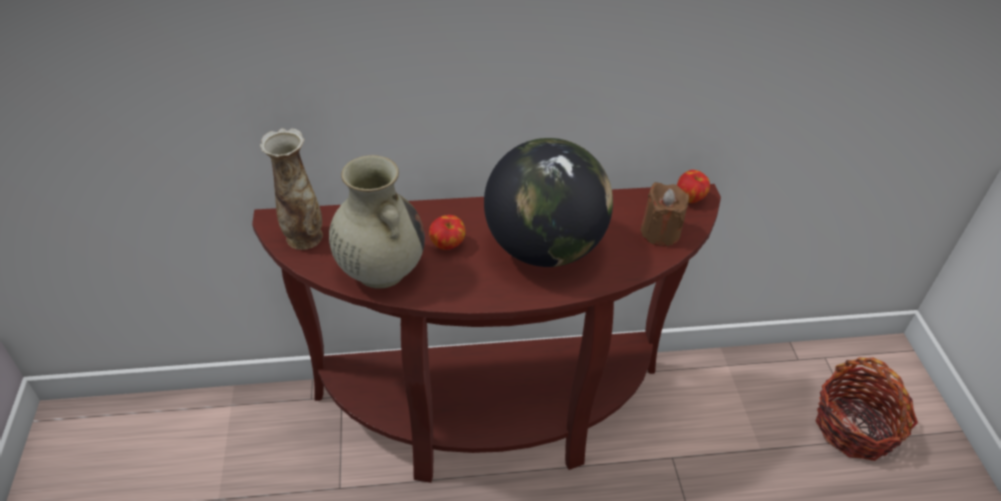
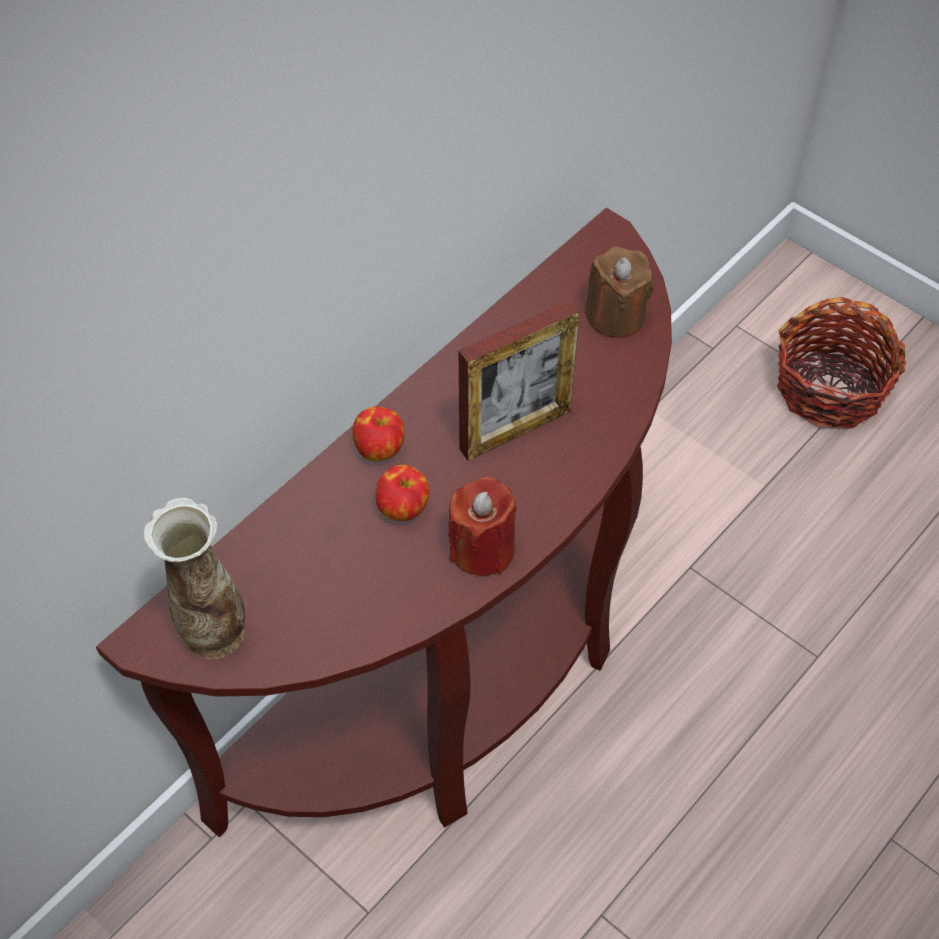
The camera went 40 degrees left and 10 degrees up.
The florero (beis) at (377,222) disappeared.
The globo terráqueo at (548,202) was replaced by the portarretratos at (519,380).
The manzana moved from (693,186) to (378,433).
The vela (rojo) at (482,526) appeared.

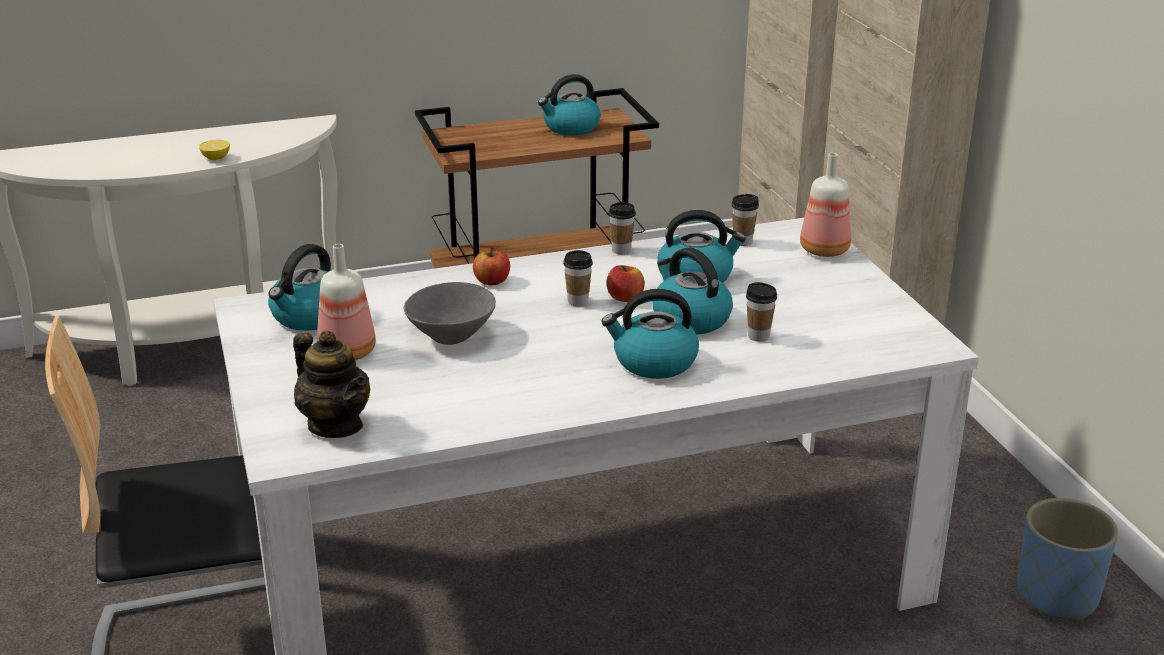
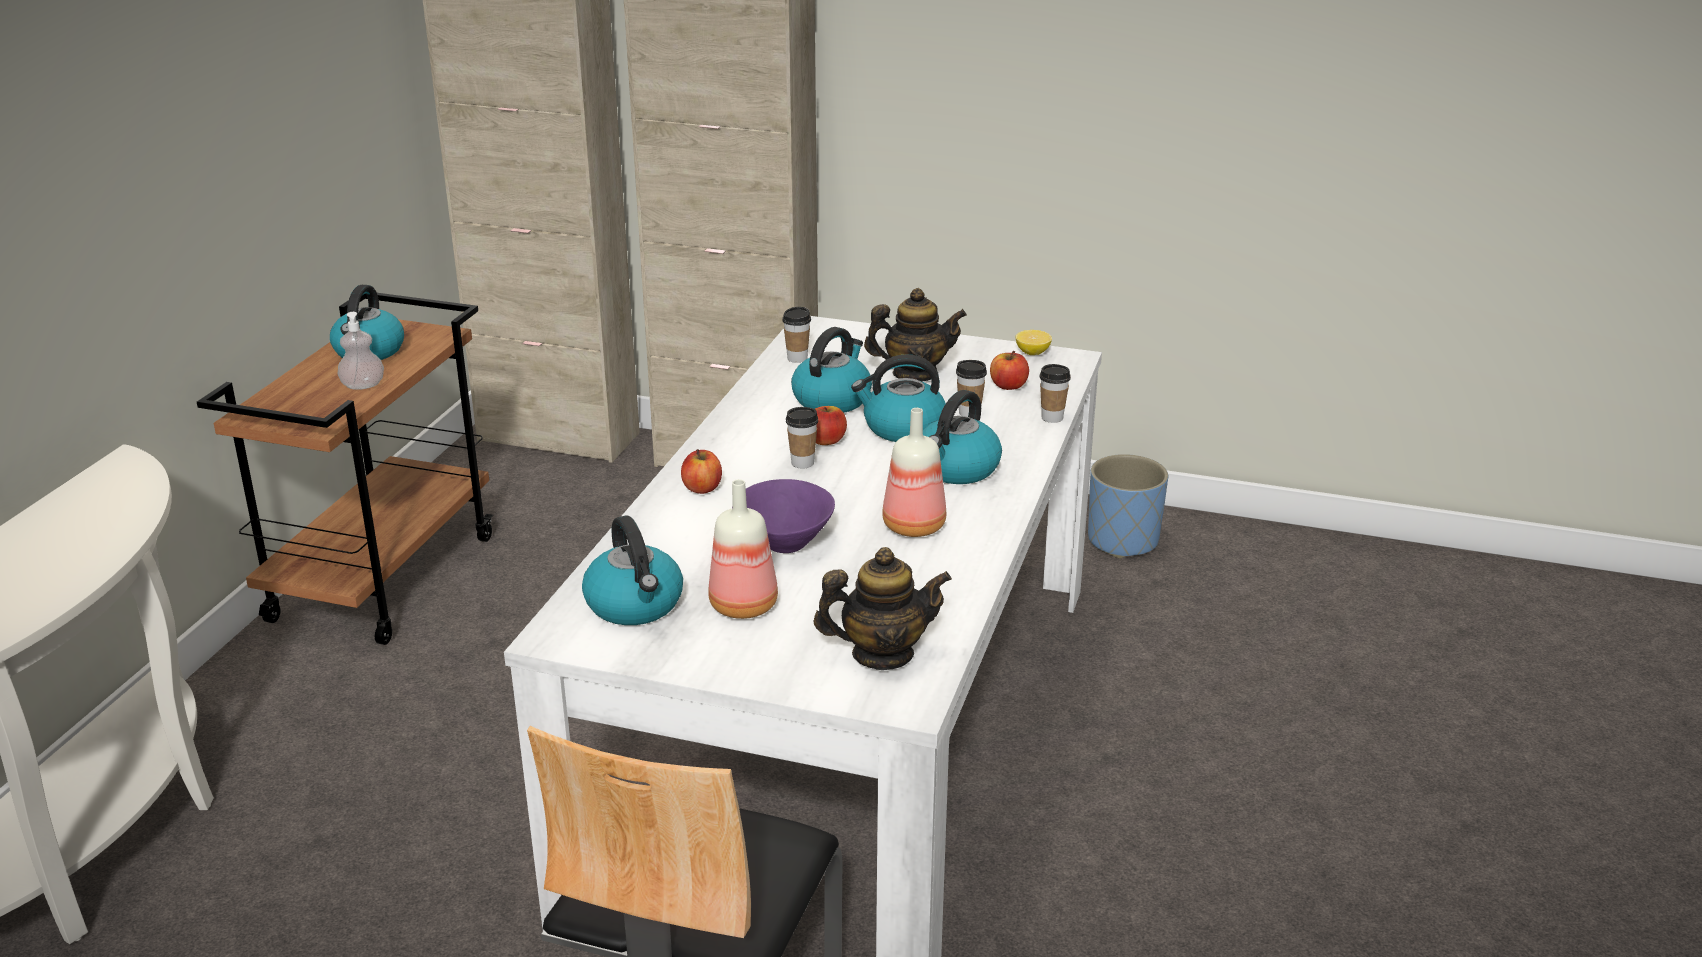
The camera went 55 degrees left and 0 degrees up.
The limón moved from (214,150) to (1034,342).
The cuenco (gris) at (449,313) became the cuenco (morado) at (783,516).
The taza moved from (622,228) to (1055,393).
The botella moved from (825,205) to (914,472).
The dispensador de jabón at (361,351) appeared.
The tetera at (915,335) appeared.
The manzana at (1009,370) appeared.

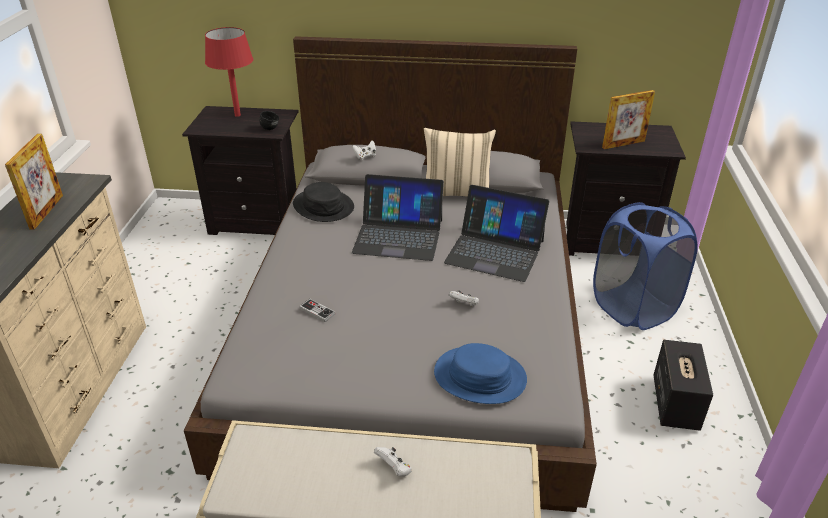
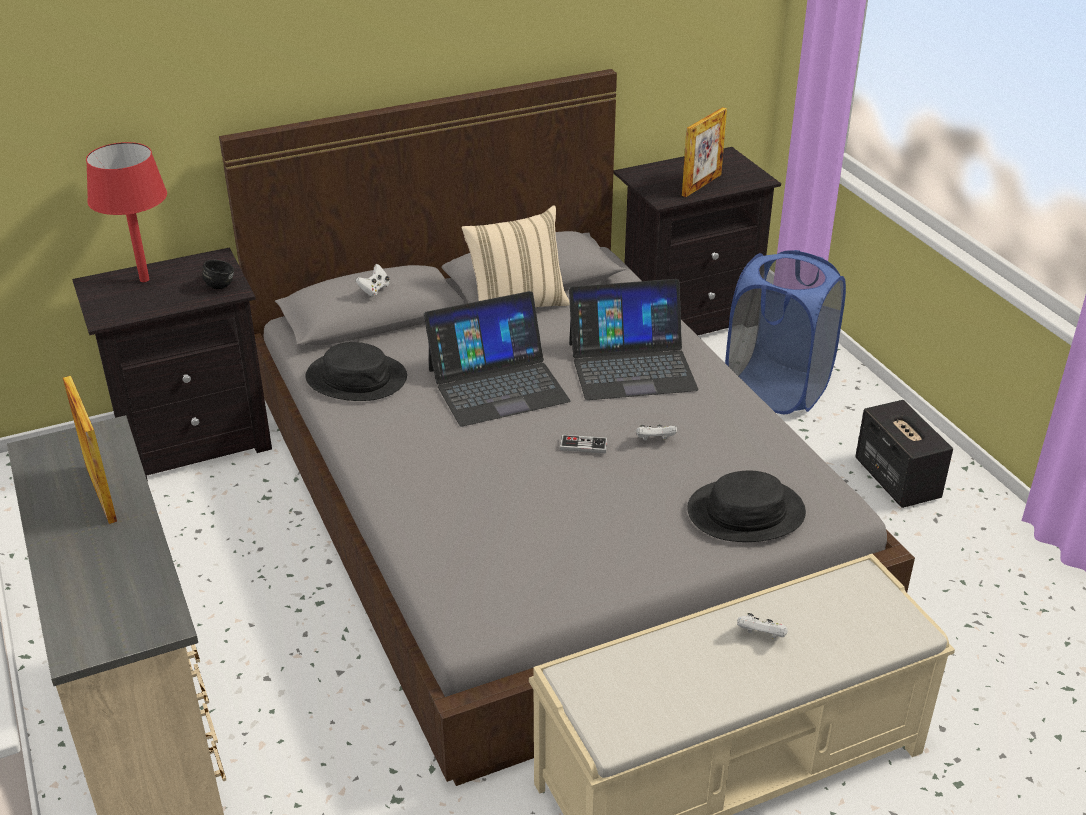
The camera went 30 degrees left and 0 degrees up.
The mando de consola moved from (317,310) to (583,444).
The sombrero (azul) at (480,373) became the sombrero (negro) at (746,506).

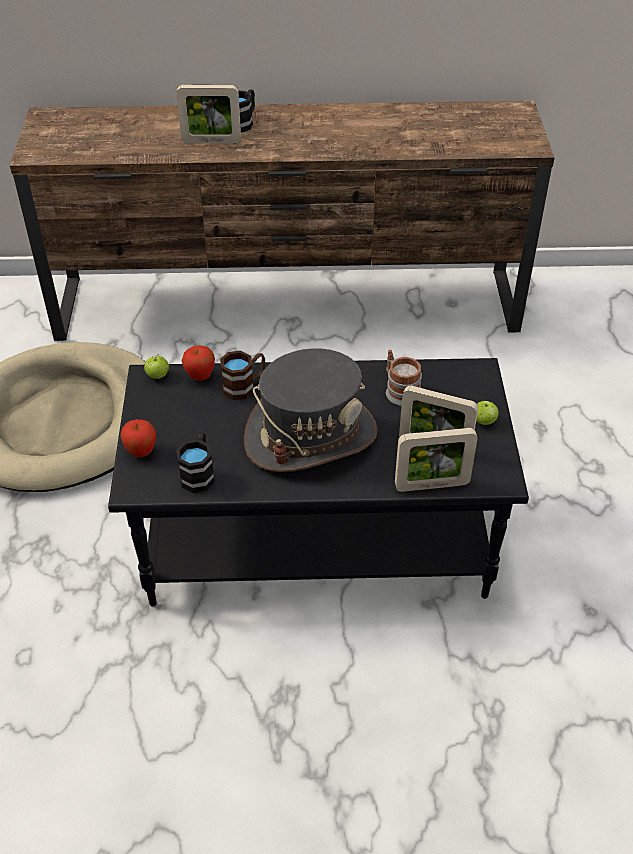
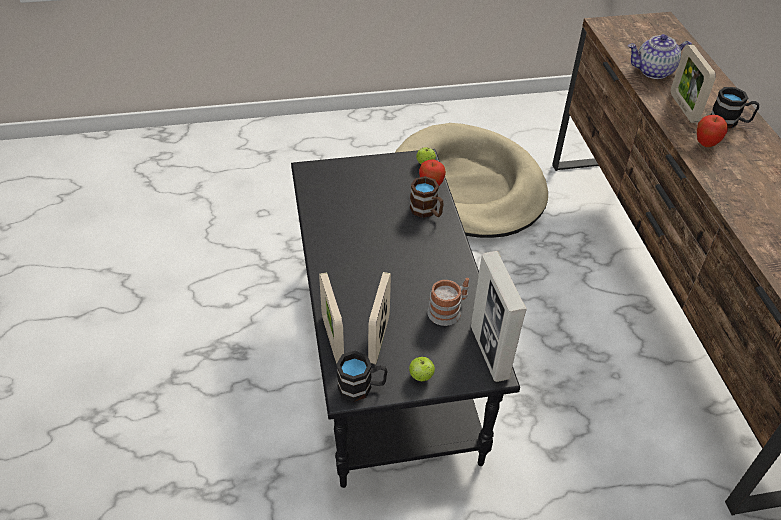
The camera went 80 degrees right and 0 degrees up.
The manzana moved from (138,438) to (712,131).
The taza grande (negro) moved from (195,462) to (362,376).
The sombrero (gris) at (311,410) disappeared.
The portarretratos at (499,316) appeared.
The tetera at (660,56) appeared.

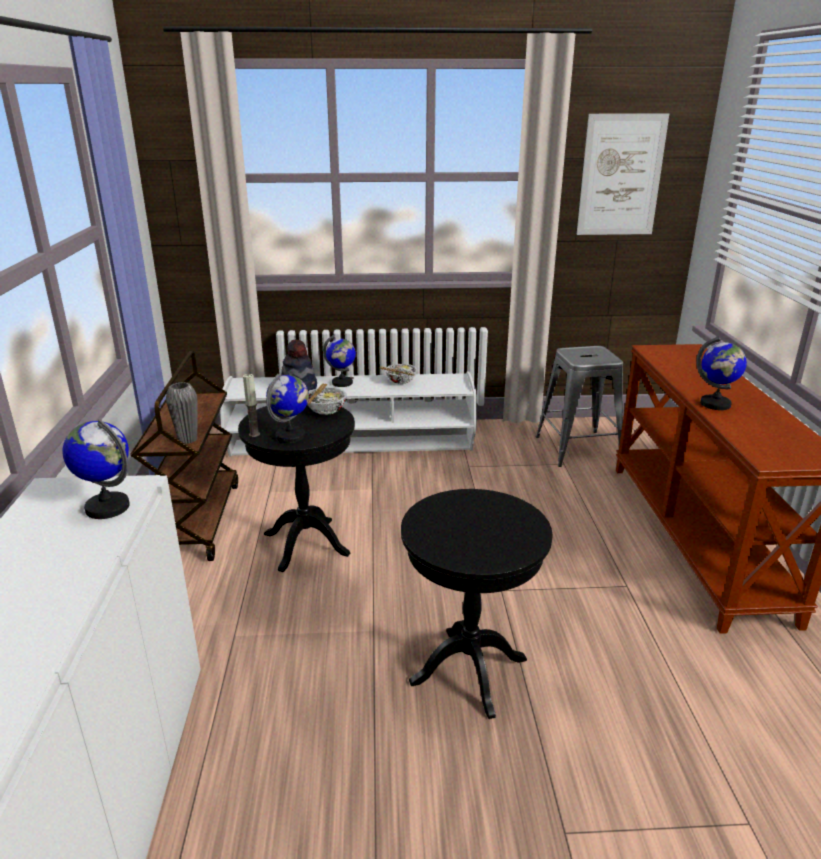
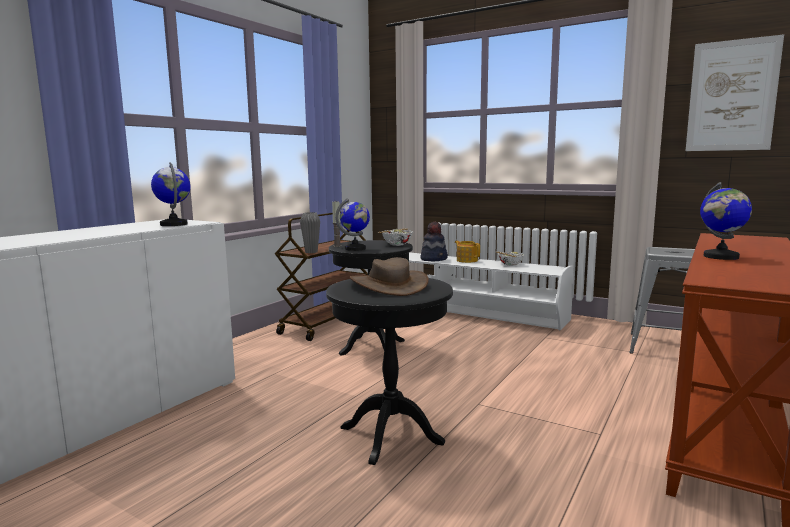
The camera went 35 degrees right and 15 degrees down.
The globo terráqueo at (339,361) was replaced by the tetera at (467,252).
The sombrero (marrón) at (389,276) appeared.

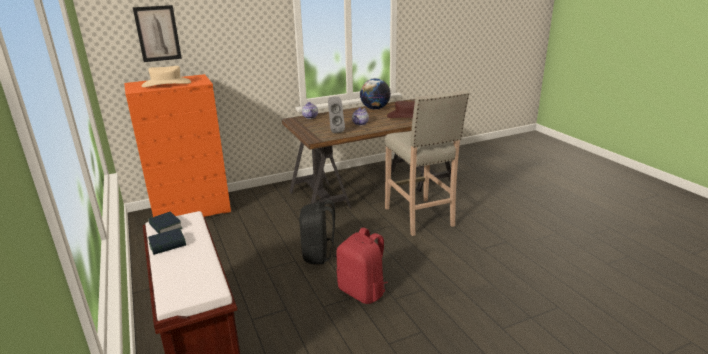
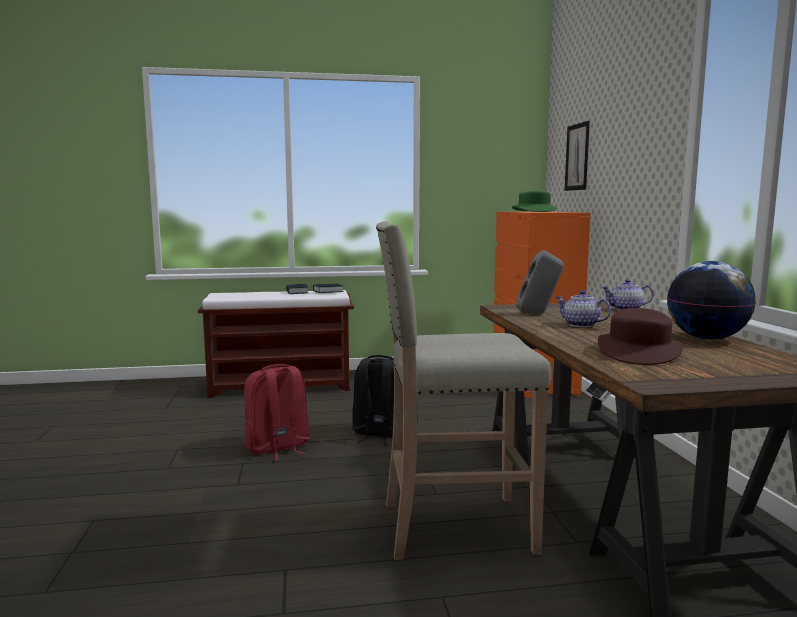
The camera went 105 degrees right and 15 degrees down.
The sombrero (beis) at (166,76) became the sombrero (verde) at (534,201).

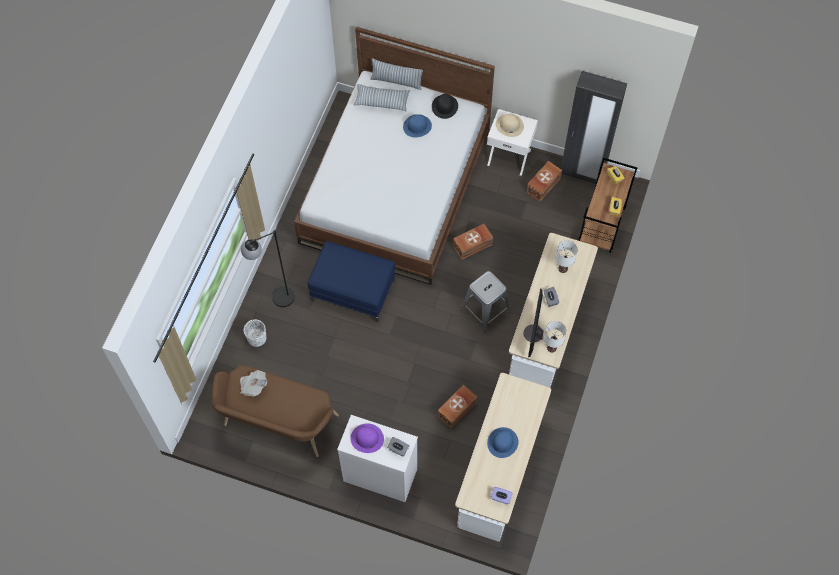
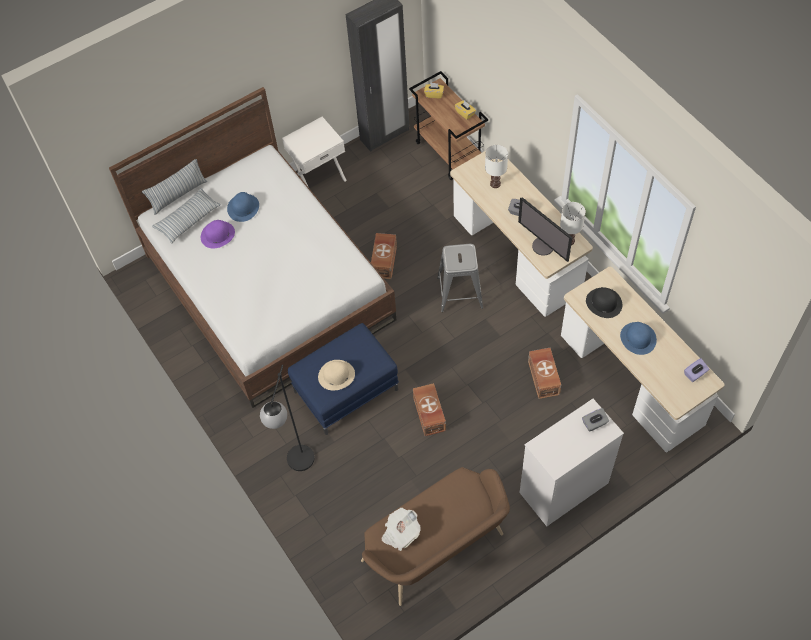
The camera went 50 degrees left and 5 degrees down.
The maceta (blanco) at (255,333) disappeared.
The sombrero (morado) moved from (367,438) to (218,234).
The sombrero (negro) moved from (445,106) to (604,302).
The sombrero (beis) moved from (510,125) to (336,375).
The caja de almacenaje (marrón) moved from (544,181) to (429,409).

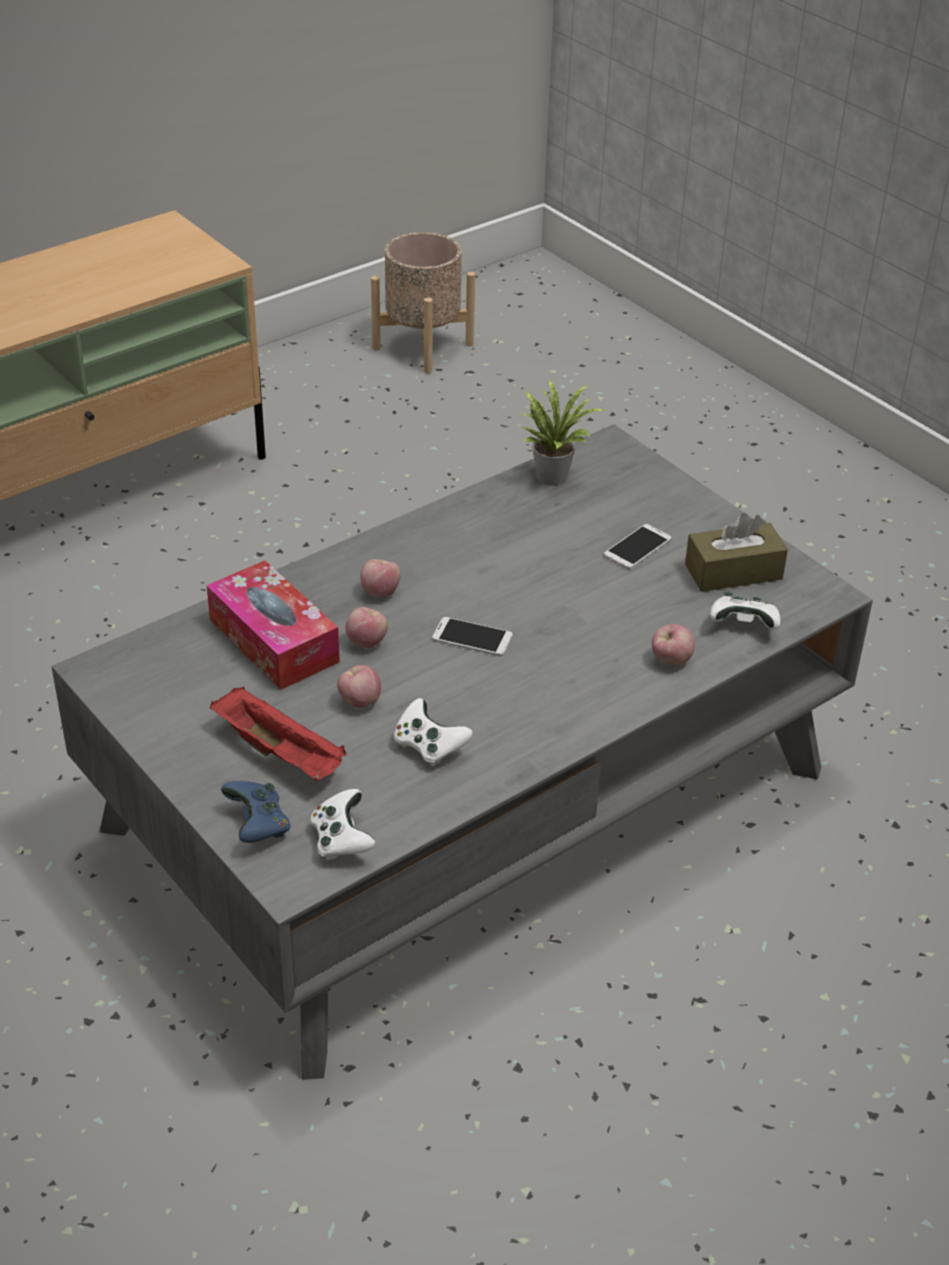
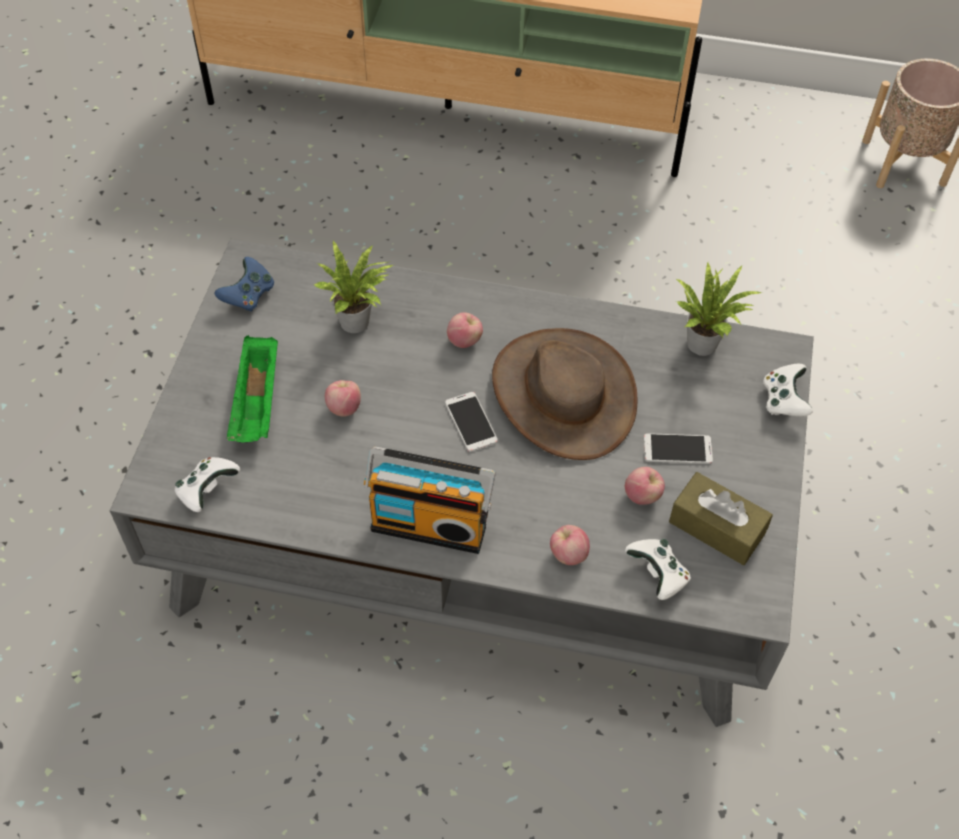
The camera went 50 degrees right and 15 degrees up.
The caja de pañuelos at (273,625) was replaced by the planta en maceta at (353,287).
The bandeja (rojo) at (278,734) became the bandeja (verde) at (252,389).
The mando de consola (azul) moved from (255,812) to (244,284).
The manzana moved from (367,627) to (645,486).
The mando de consola (blanco) moved from (433,732) to (788,390).
The radio at (429,500) appeared.
The sombrero (marrón) at (565,394) appeared.

